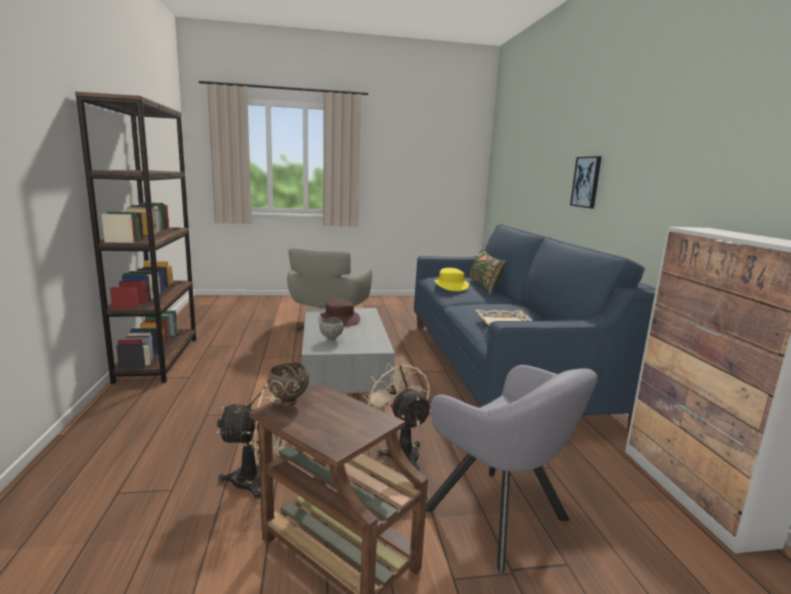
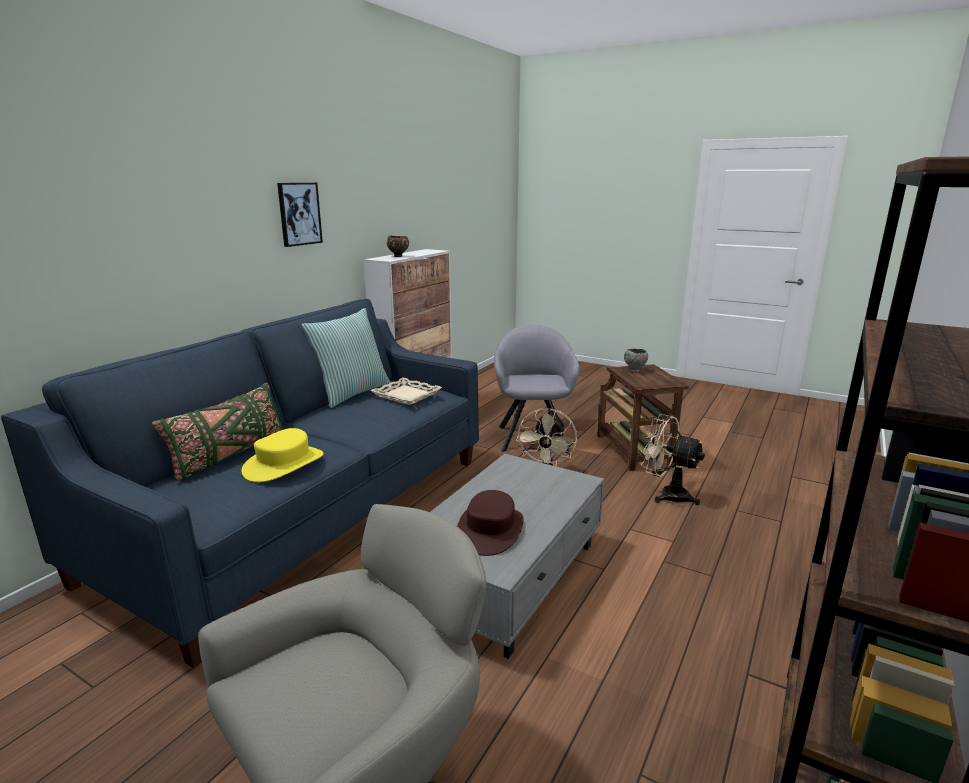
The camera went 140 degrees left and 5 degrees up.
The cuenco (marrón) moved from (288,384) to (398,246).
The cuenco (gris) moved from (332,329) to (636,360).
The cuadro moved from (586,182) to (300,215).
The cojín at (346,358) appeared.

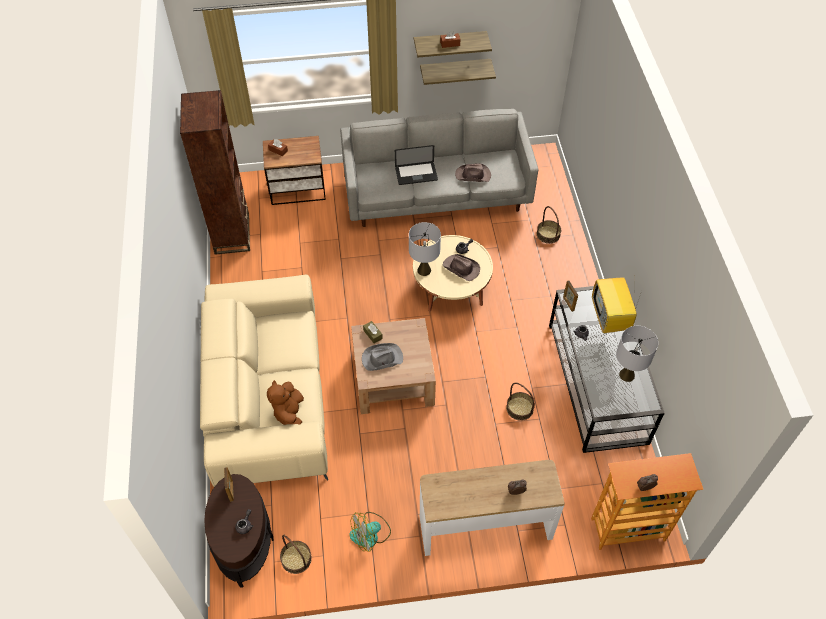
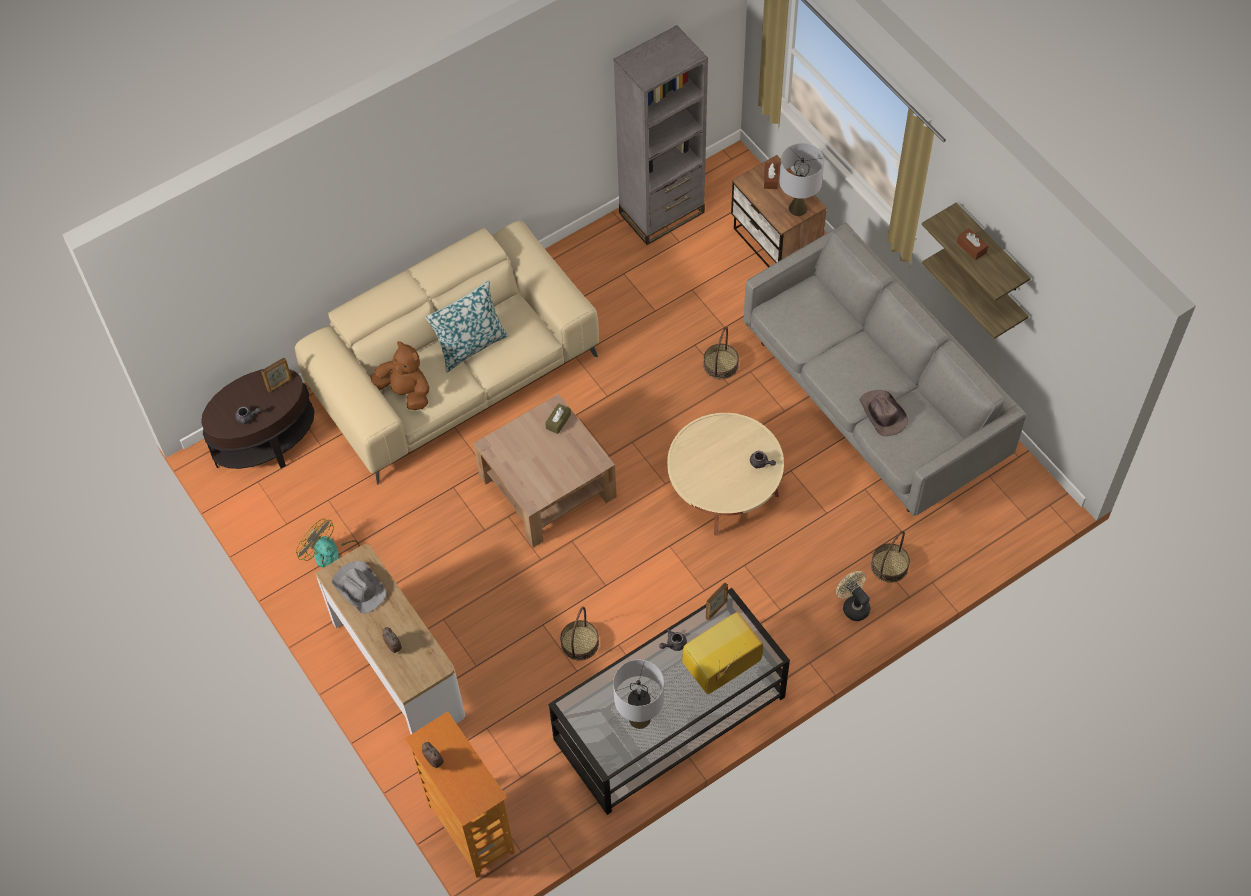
The camera went 65 degrees right and 5 degrees up.
The estantería (marrón) at (215,172) became the estantería (gris) at (661,135).
The peluche (marrón) at (285,402) turned 60 degrees clockwise.
The cesta moved from (296,554) to (721,352).
The sombrero (gris) moved from (382,357) to (359,587).
The portátil at (416,165) disappeared.
The lámpara de mesa (gris) moved from (425,249) to (801,179).
The sombrero (marrón) at (461,267) disappeared.
The cojín at (466,326) appeared.
The ventilador (beis) at (853,596) appeared.

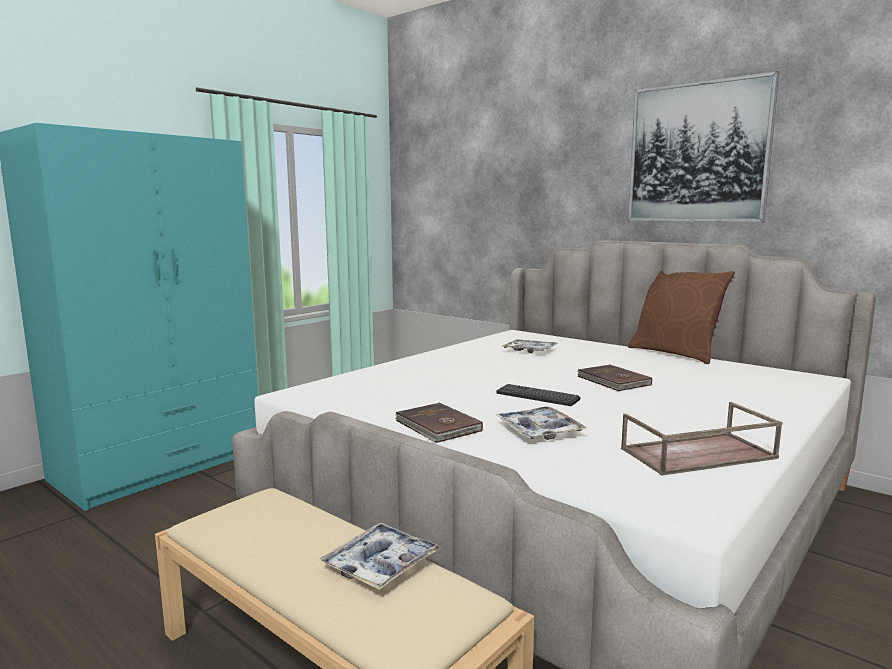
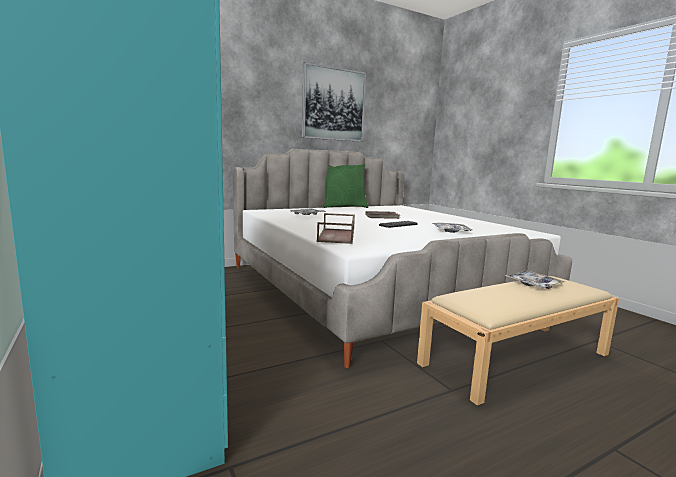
The camera went 70 degrees left and 0 degrees up.
The libro (marrón) at (439,423) disappeared.
The bandeja (marrón) moved from (701,439) to (336,228).
The cojín (marrón) at (681,317) became the cojín (verde) at (346,186).

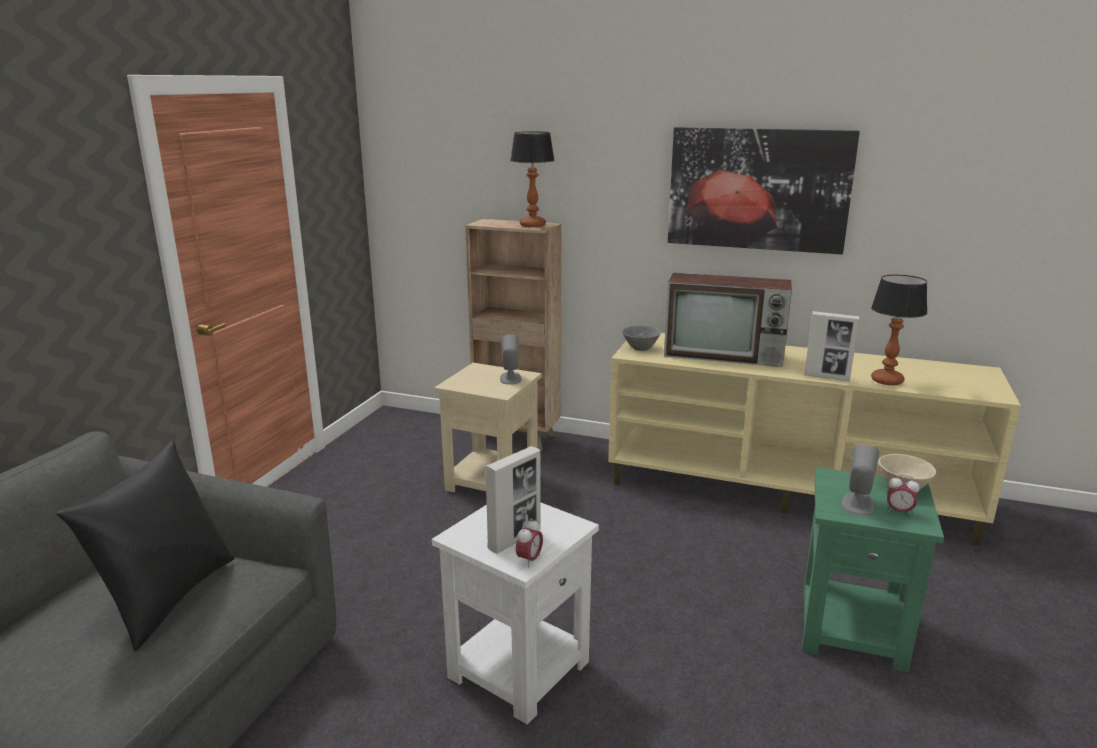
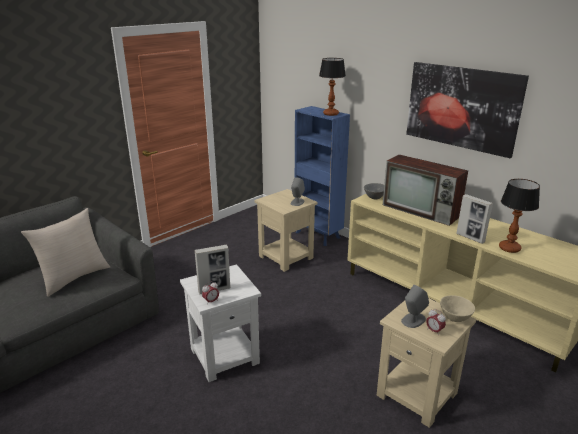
The camera went 25 degrees right and 5 degrees up.
The cojín (negro) at (145,546) became the cojín (beis) at (65,252).
The estantería (marrón) at (513,335) became the estantería (azul) at (322,176).
The mesa auxiliar (verde) at (873,569) became the mesa auxiliar (beis) at (427,363).

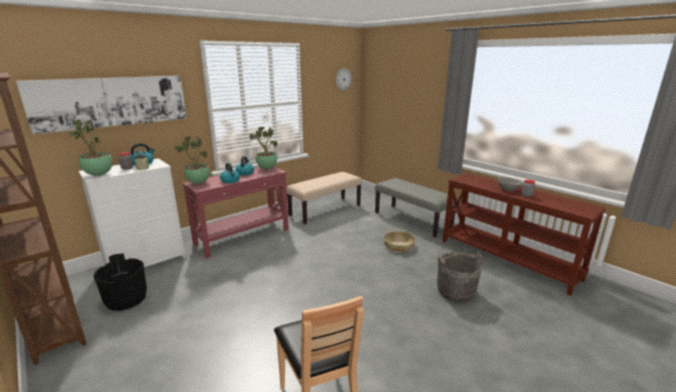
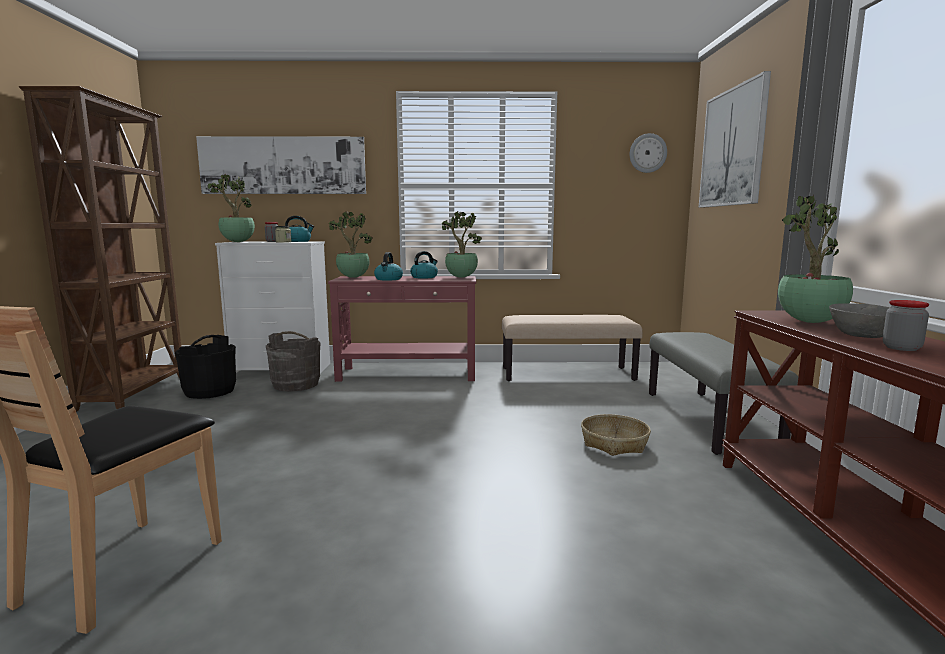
The camera went 40 degrees right and 10 degrees down.
The cubo (gris) moved from (460,277) to (293,361).
The cuadro at (735,139) appeared.
The planta en maceta at (815,258) appeared.

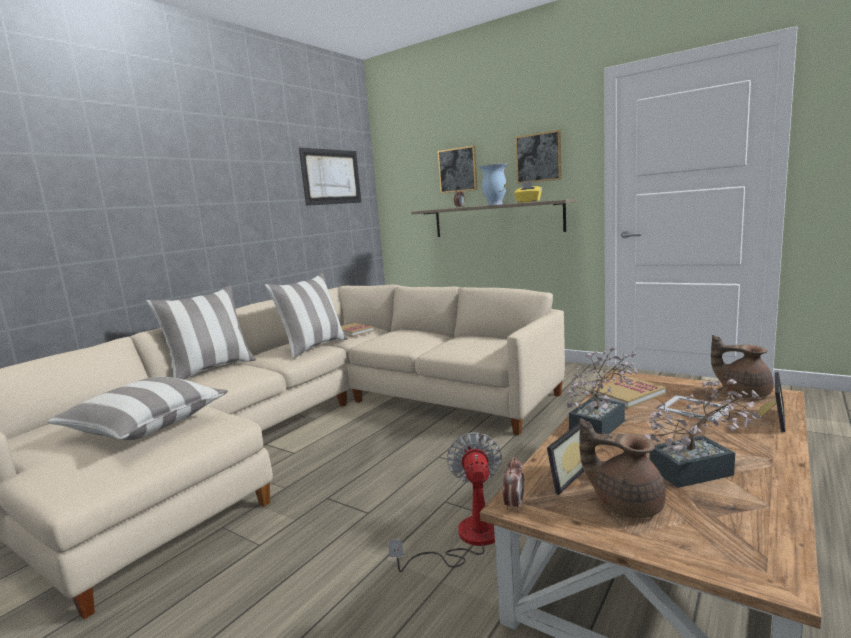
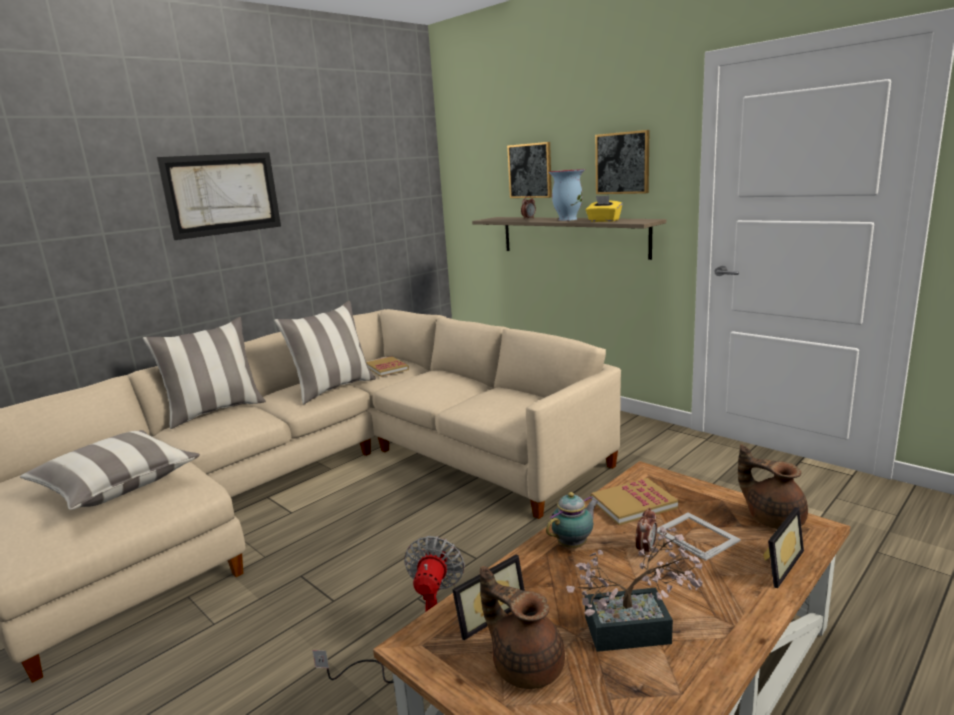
The camera went 10 degrees right and 5 degrees up.
The cuadro moved from (330,177) to (219,196).
The despertador moved from (513,484) to (646,531).
The planta en maceta at (602,390) was replaced by the tetera at (572,520).

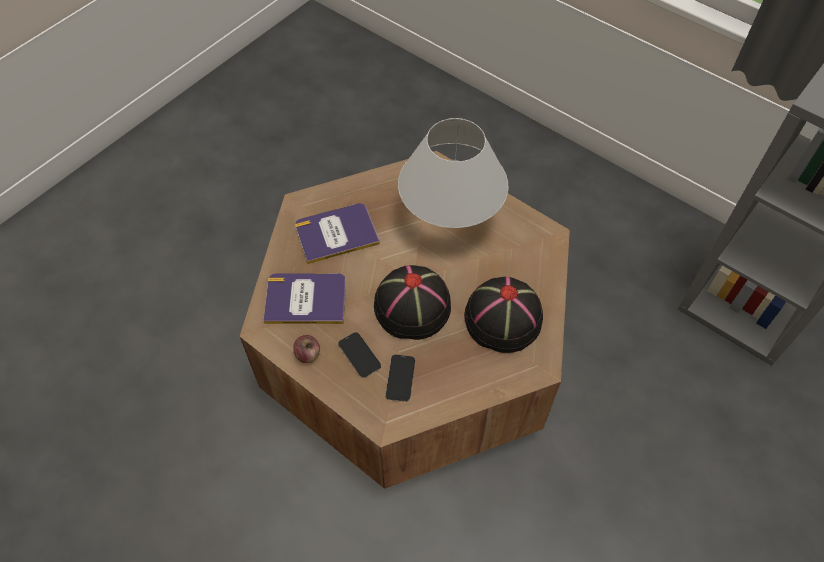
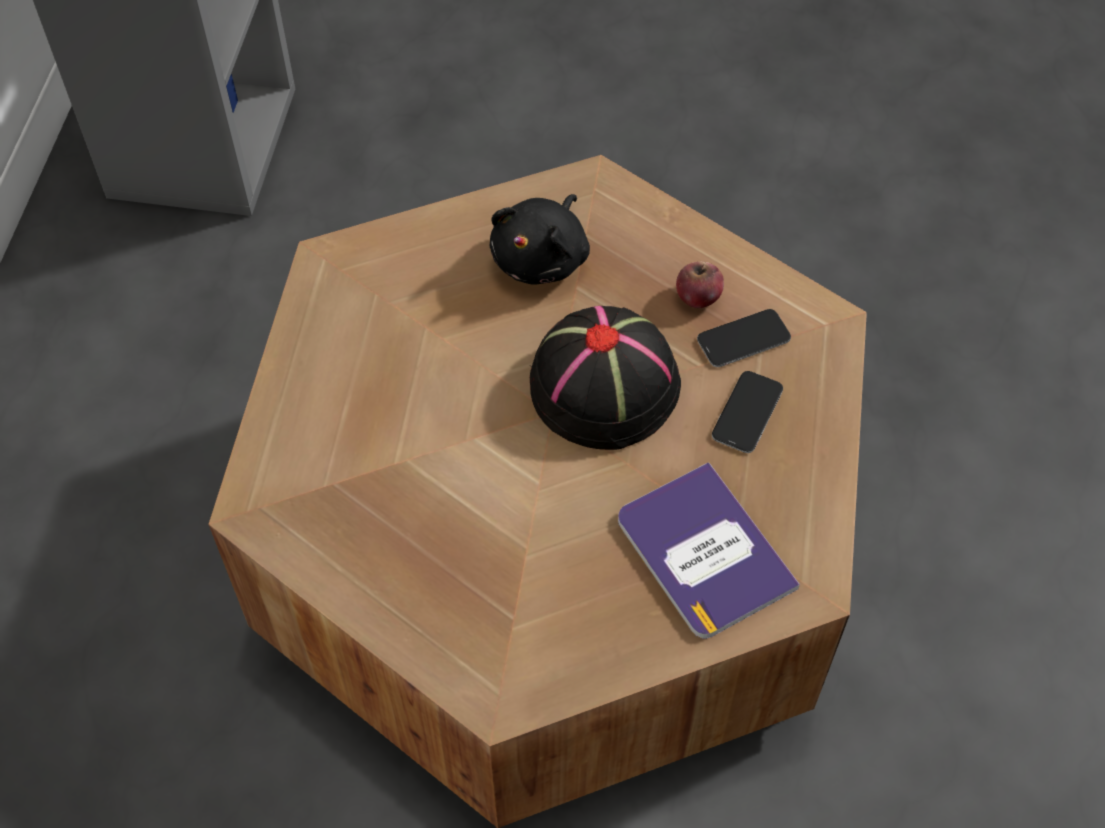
The camera went 120 degrees left and 0 degrees up.
The manzana moved from (306,349) to (700,284).
The libro at (337,233) disappeared.
The lámpara de mesa (blanco) at (453,173) disappeared.
The sombrero (negro) at (503,315) was replaced by the peluche (negro) at (539,239).

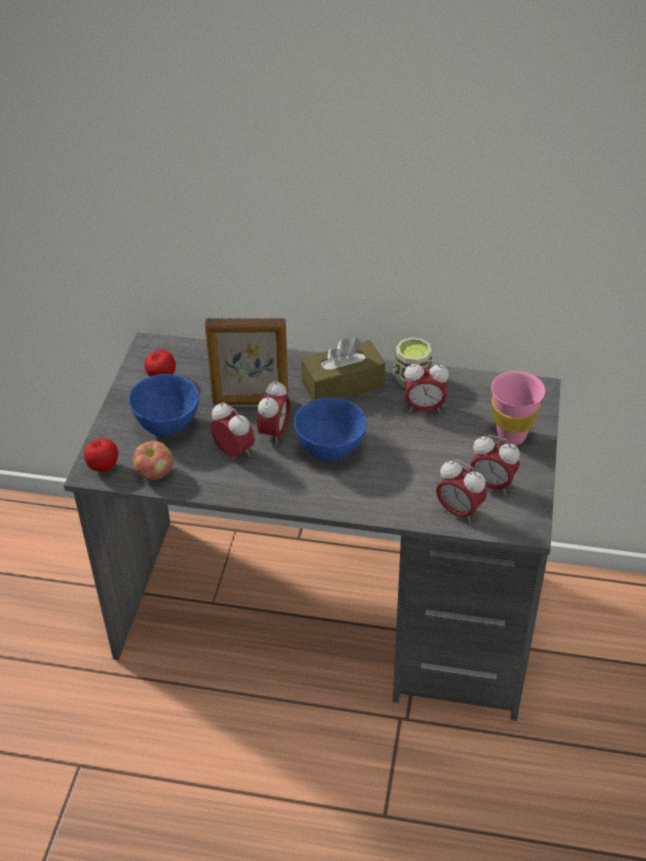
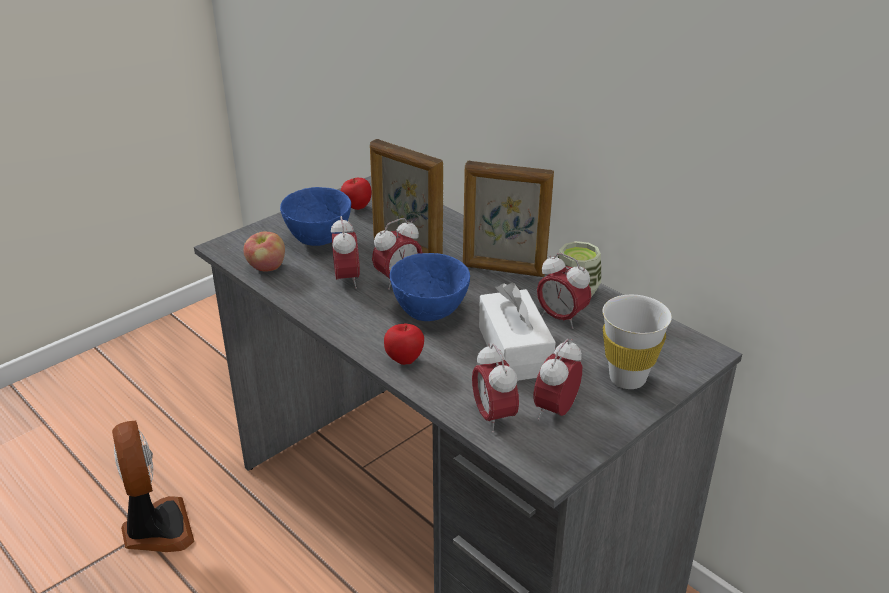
The camera went 35 degrees right and 10 degrees down.
The manzana moved from (101,455) to (404,344).
The caja de pañuelos (marrón) at (343,368) was replaced by the portarretratos at (508,219).
The despertador at (495,465) turned 60 degrees clockwise.
The taza (rosa) at (518,408) became the taza (blanco) at (637,342).
The ventilador at (153,486) appeared.
The caja de pañuelos (blanco) at (517,332) appeared.

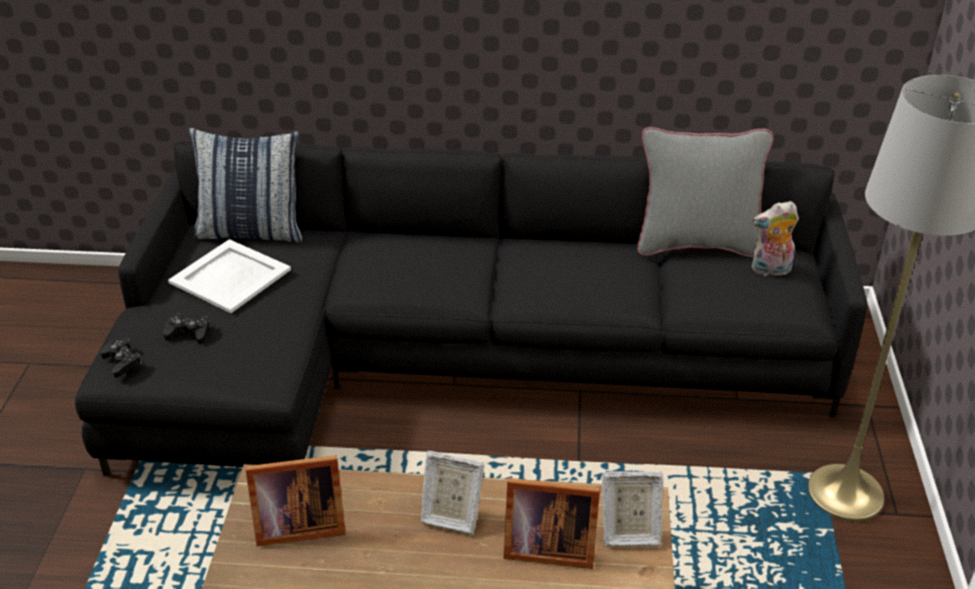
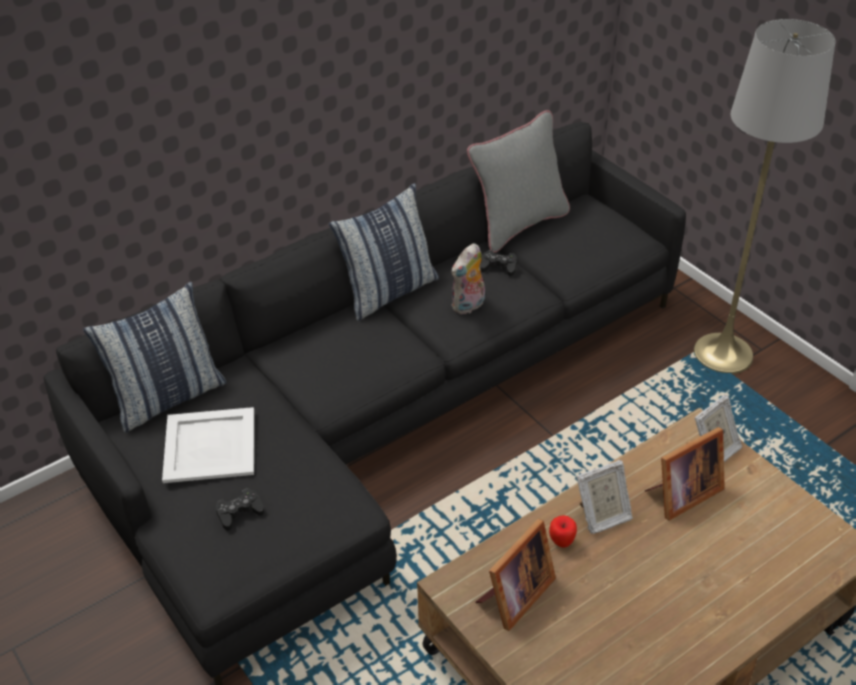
The camera went 40 degrees left and 5 degrees up.
The mando de consola (negro) moved from (121,358) to (499,263).
The peluche moved from (775,238) to (468,278).
The cojín at (384,252) appeared.
The manzana at (563,531) appeared.

